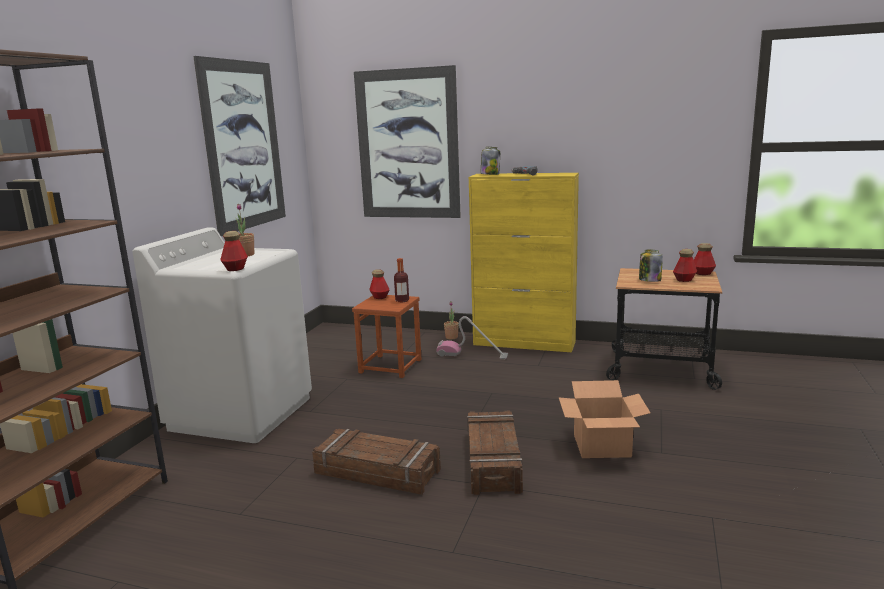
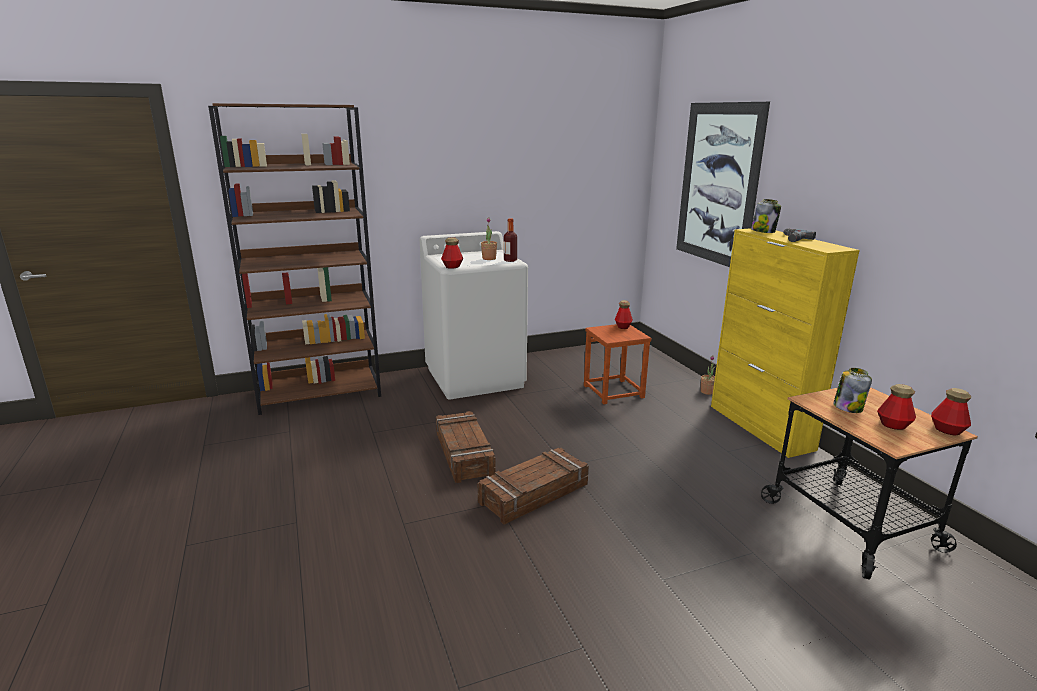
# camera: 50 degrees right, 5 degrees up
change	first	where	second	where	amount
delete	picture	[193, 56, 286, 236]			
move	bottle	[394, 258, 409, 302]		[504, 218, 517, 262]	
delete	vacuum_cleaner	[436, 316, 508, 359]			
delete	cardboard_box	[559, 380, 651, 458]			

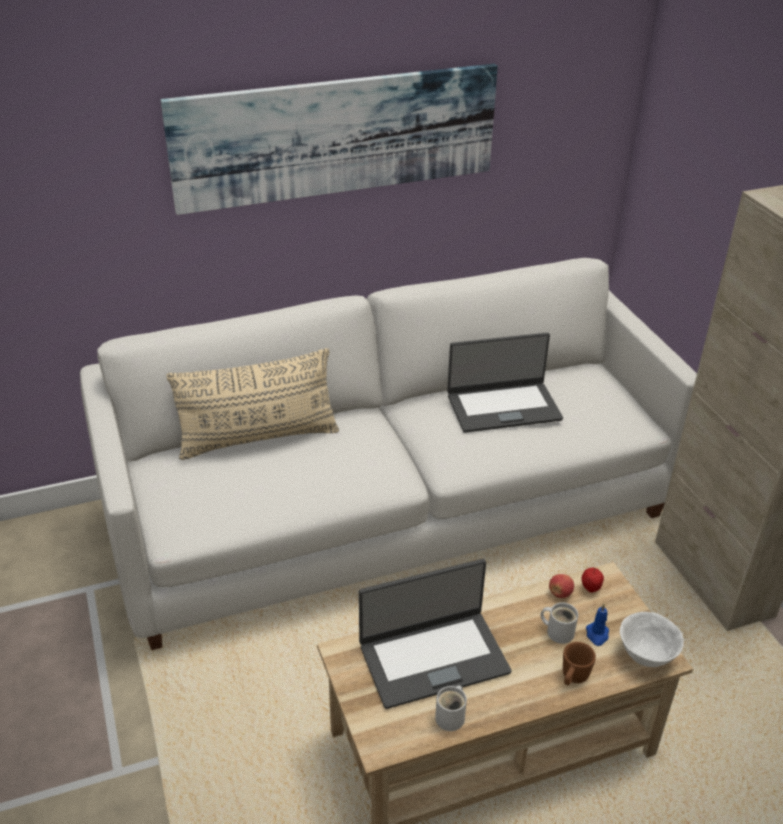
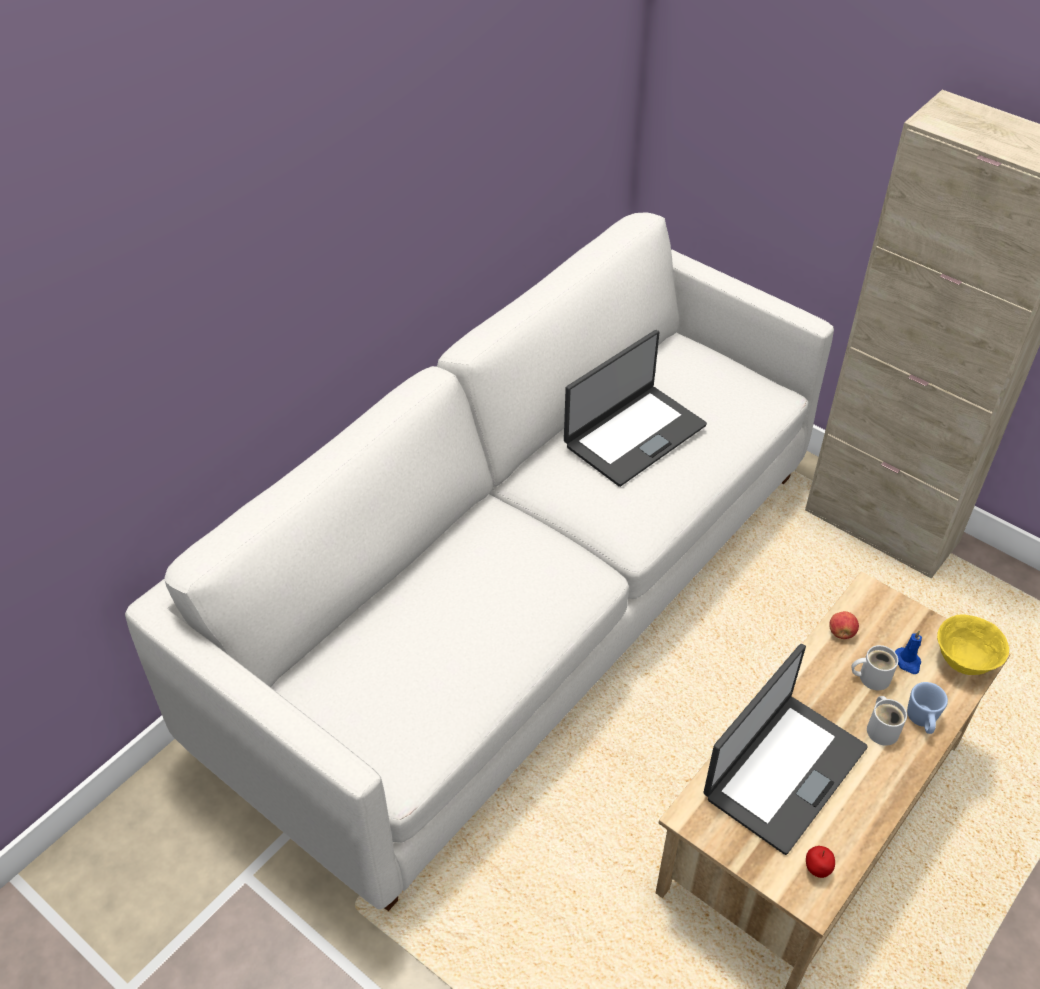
# camera: 30 degrees left, 10 degrees up
change	first	where	second	where	amount
delete	picture	[160, 64, 498, 215]			
delete	beige_pillow	[167, 348, 339, 460]			
move	white_mug	[435, 685, 467, 731]		[867, 696, 907, 746]	
recolor	brown_mug	[563, 642, 596, 685]	blue_mug	[907, 682, 948, 734]	
move	apple	[581, 568, 604, 592]		[806, 846, 835, 878]	
recolor	white_bowl	[620, 612, 684, 667]	yellow_bowl	[937, 614, 1009, 675]	

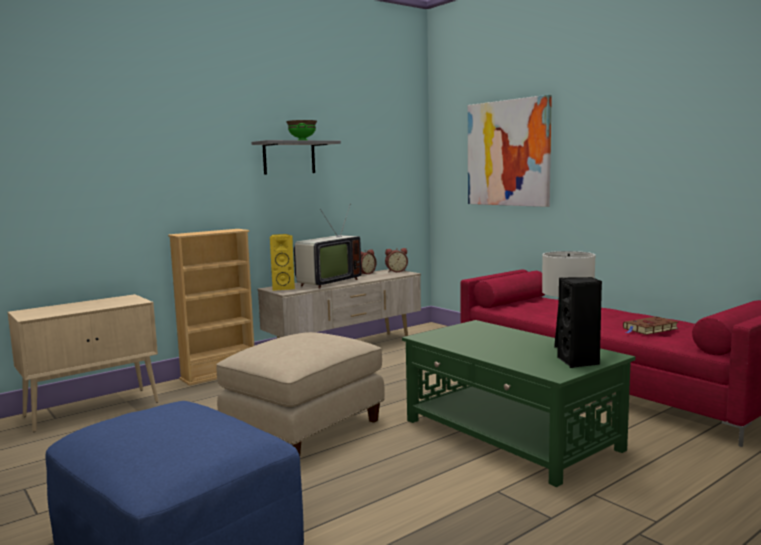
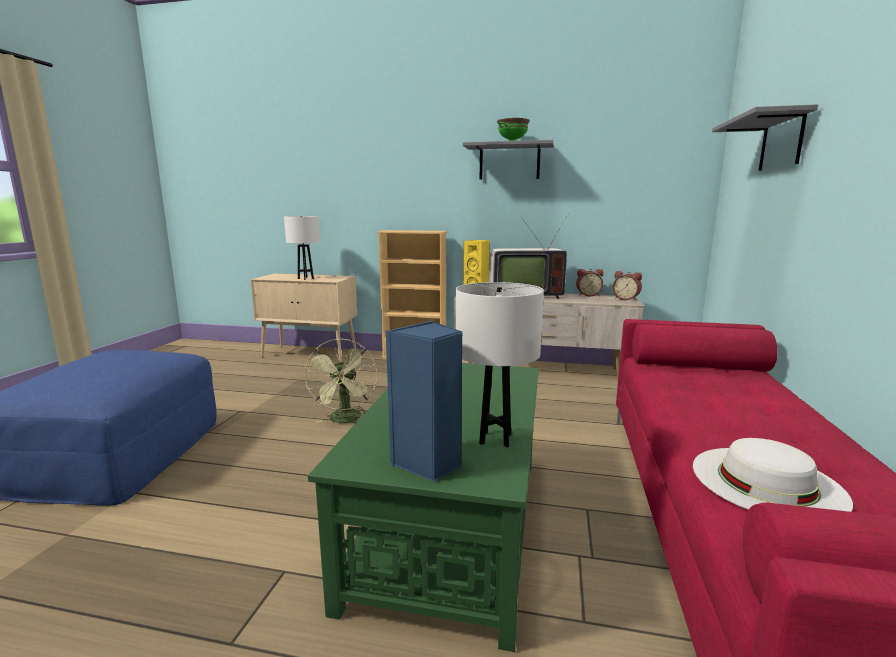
# camera: 50 degrees right, 5 degrees up
change	first	where	second	where	amount
replace	beige_ottoman	[216, 332, 384, 456]	green_fan	[304, 338, 378, 423]	
replace	picture	[468, 95, 552, 207]	grey_shelf	[712, 104, 818, 171]	
recolor	black_speaker	[557, 277, 602, 368]	blue_speaker	[386, 321, 463, 482]	
replace	brown_book	[623, 316, 678, 335]	white_hat	[693, 438, 853, 512]	
insert			white_table_lamp	[284, 216, 320, 280]	

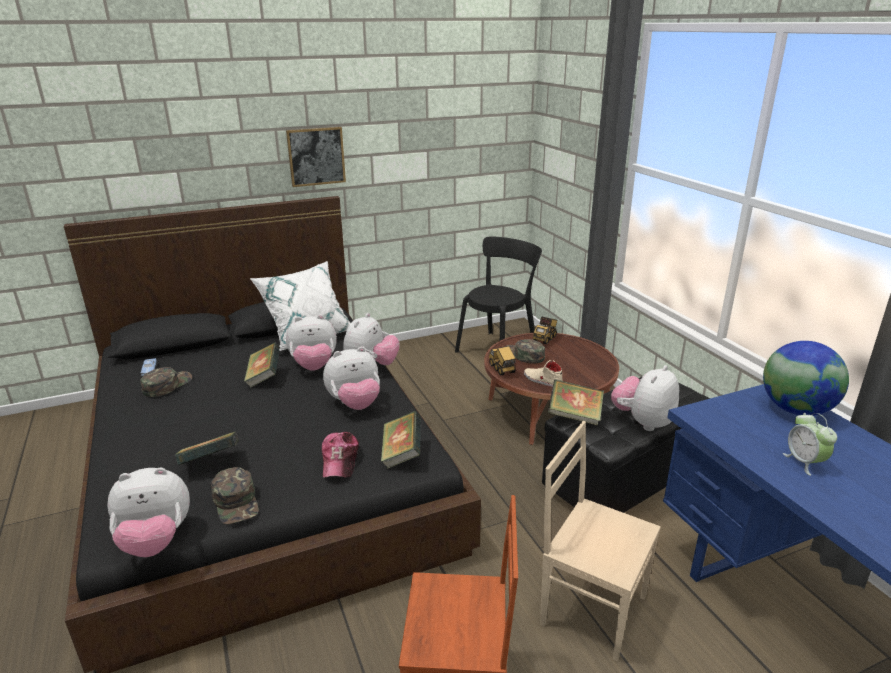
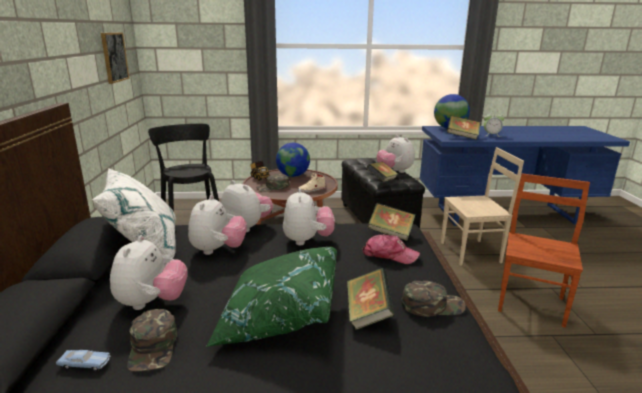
# camera: 70 degrees left, 5 degrees down
change	first	where	second	where	amount
move	plush_toy	[107, 468, 190, 557]		[110, 235, 188, 310]	
rotate	green_cap	[140, 367, 192, 397]		[127, 309, 177, 371]	150 degrees counterclockwise
move	book	[244, 343, 280, 388]		[447, 116, 480, 140]	
move	picture	[286, 127, 346, 187]		[101, 32, 130, 84]	
delete	toy_truck	[489, 346, 516, 375]			
rotate	beige_chair	[540, 421, 661, 661]		[441, 147, 524, 266]	150 degrees counterclockwise
insert			green_pillow	[206, 247, 337, 347]	
insert			globe	[276, 143, 310, 177]	

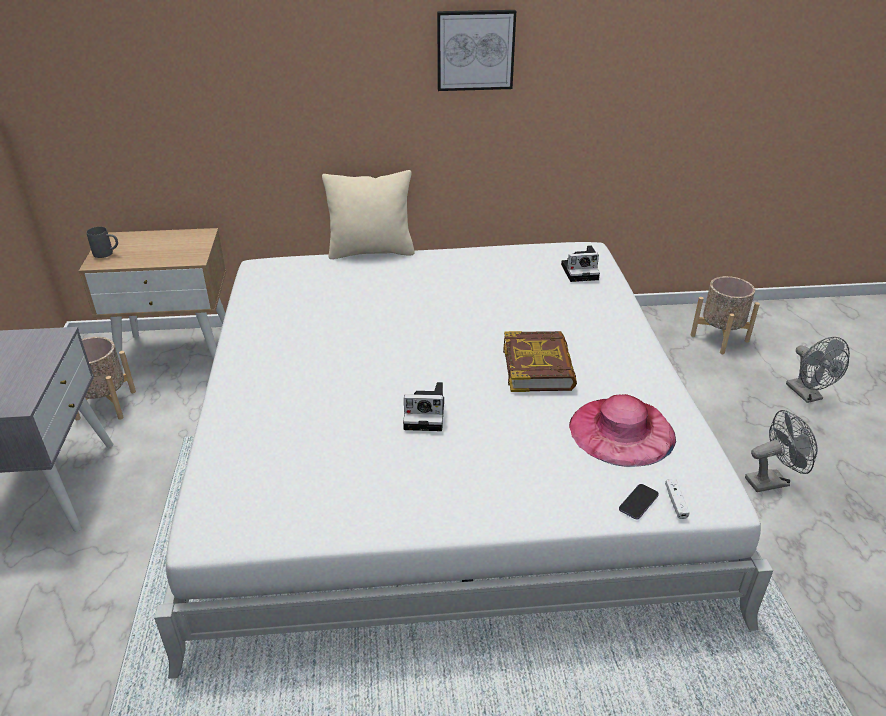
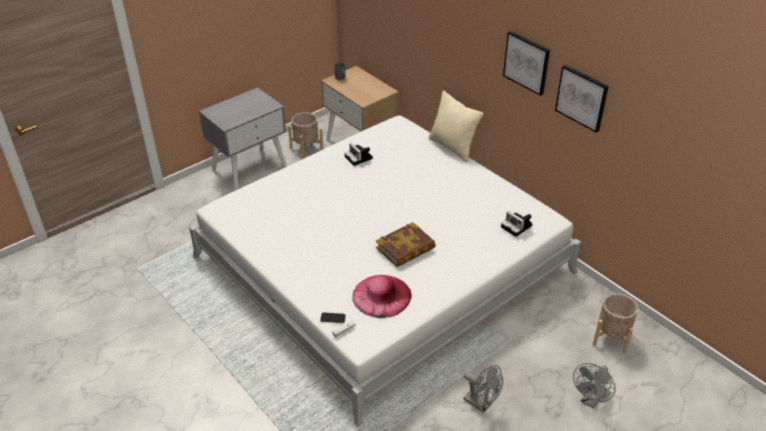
# camera: 55 degrees right, 5 degrees up
change	first	where	second	where	amount
move	photo_camera	[403, 382, 444, 431]		[345, 143, 373, 166]	
insert			picture	[555, 65, 609, 133]	

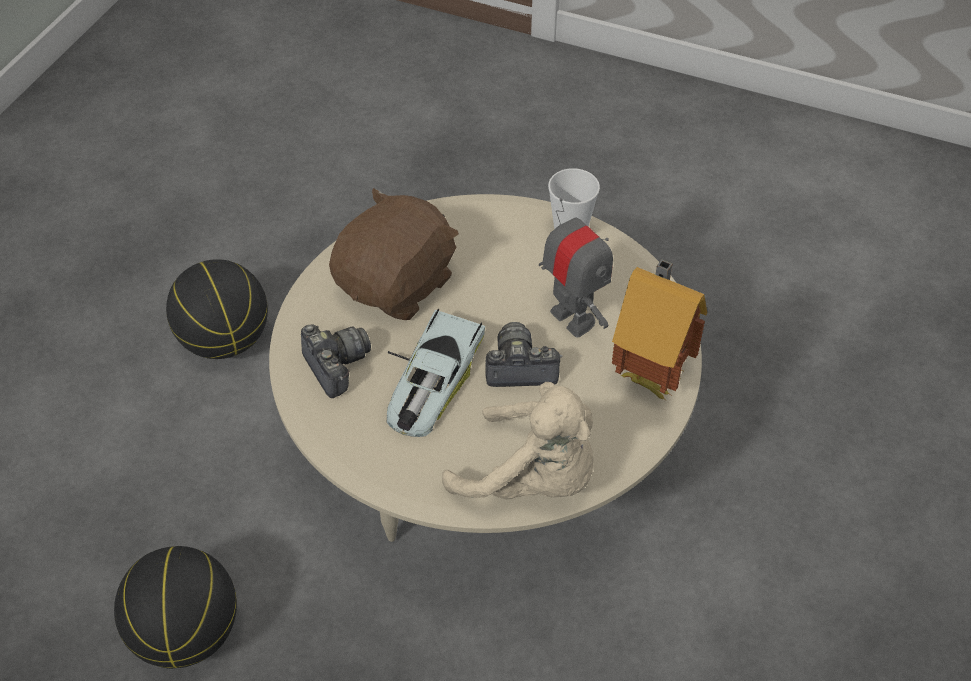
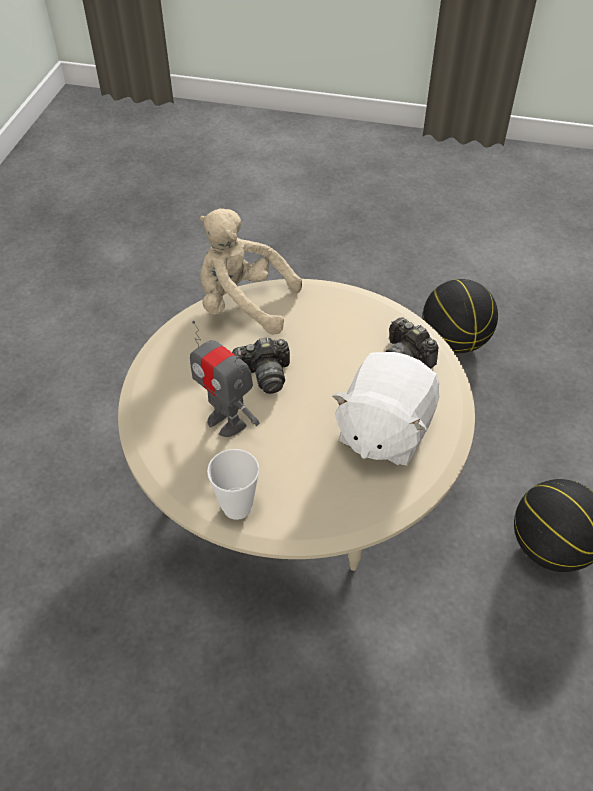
# camera: 170 degrees right, 0 degrees up
change	first	where	second	where	amount
recolor	brown_plush_toy	[329, 188, 459, 320]	white_plush_toy	[332, 352, 440, 466]	
delete	toy_car	[387, 309, 485, 437]			
delete	toy_house	[612, 259, 707, 401]			

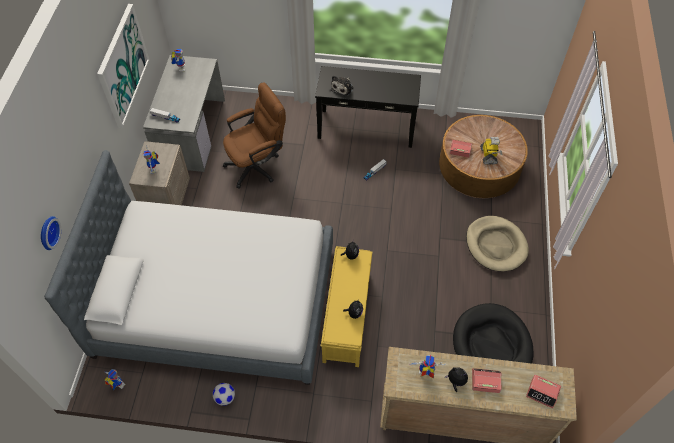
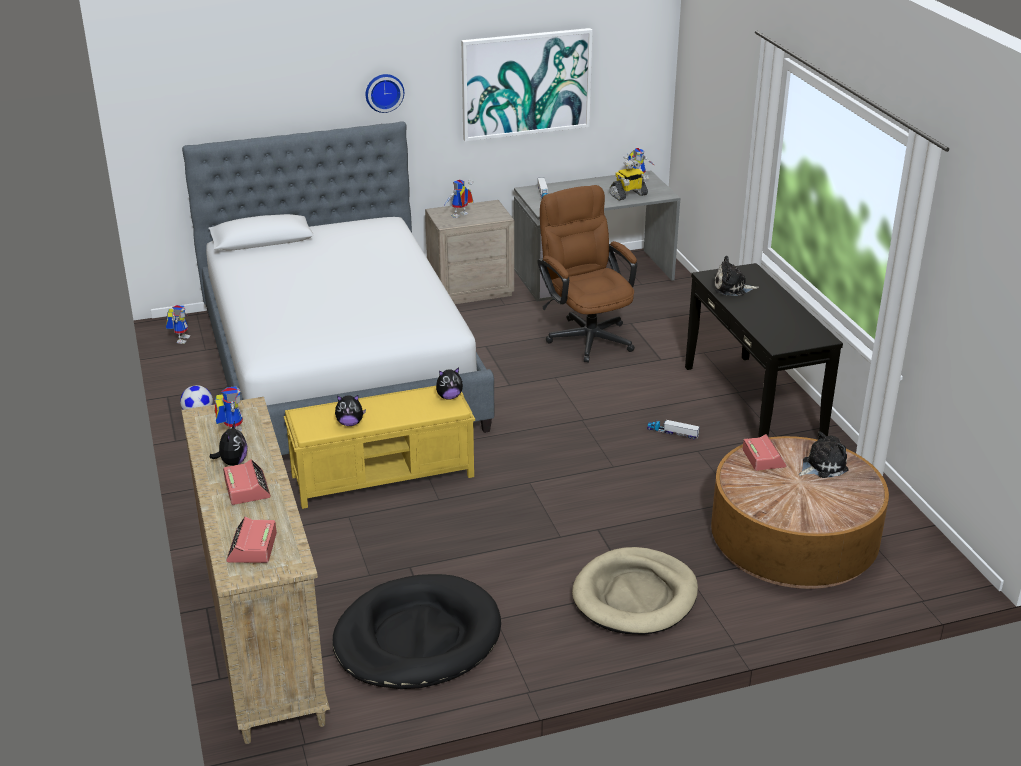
# camera: 65 degrees right, 25 degrees down
change	first	where	second	where	amount
move	wall_clock	[41, 216, 61, 250]		[366, 74, 404, 113]	
rotate	brown_office_chair	[223, 83, 286, 188]		[537, 185, 637, 363]	150 degrees counterclockwise
move	toy_robot	[480, 137, 502, 165]		[609, 159, 649, 200]	
insert			plush_toy	[799, 431, 849, 478]	

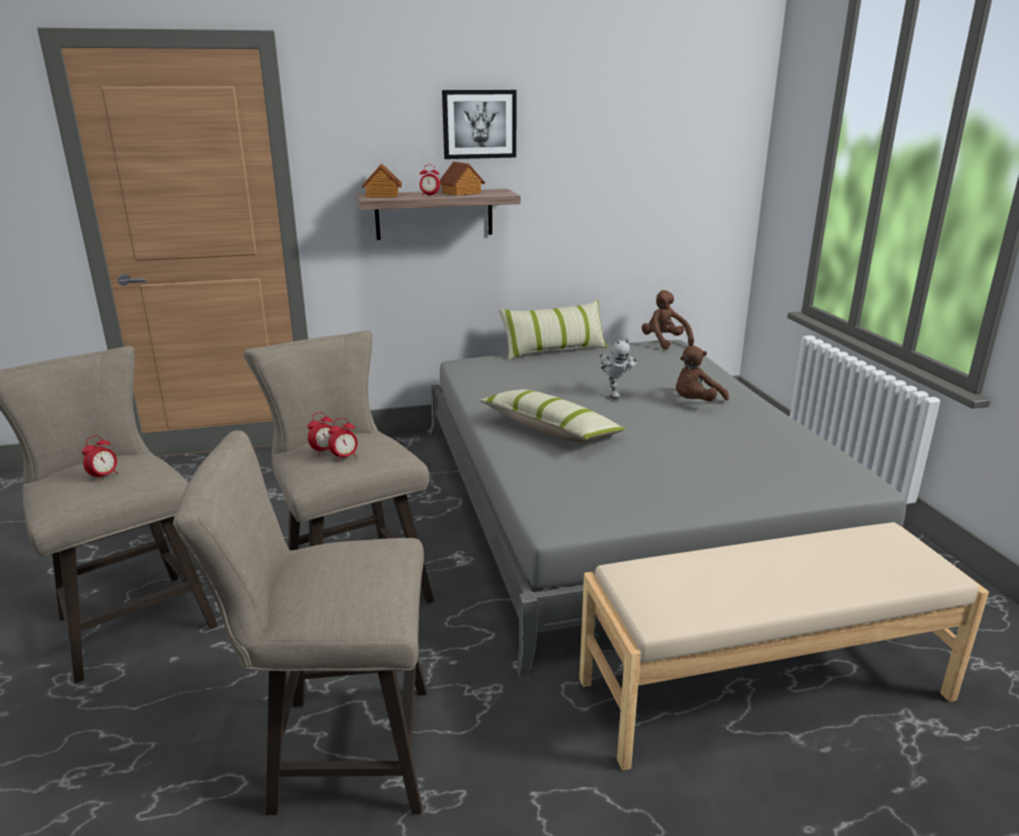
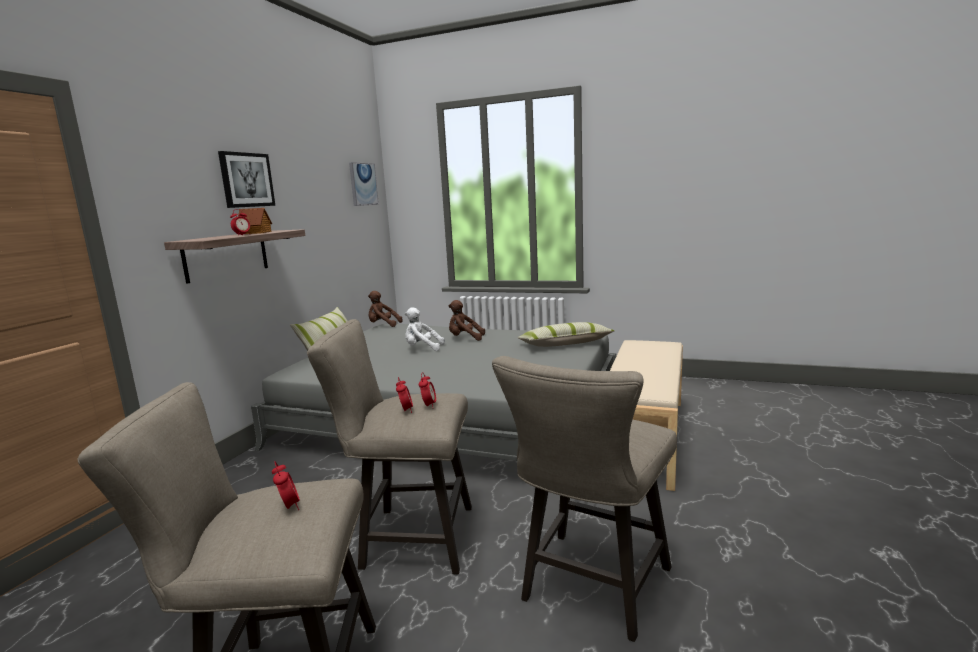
# camera: 55 degrees left, 10 degrees down
change	first	where	second	where	amount
delete	toy_house	[362, 163, 402, 198]			
move	pillow	[479, 389, 626, 443]		[518, 322, 614, 347]	
replace	toy_robot	[600, 339, 637, 400]	white_plush_toy	[405, 307, 445, 351]	
rotate	brown_plush_toy	[676, 346, 729, 401]		[448, 300, 485, 341]	105 degrees clockwise
insert			picture	[349, 162, 379, 206]	

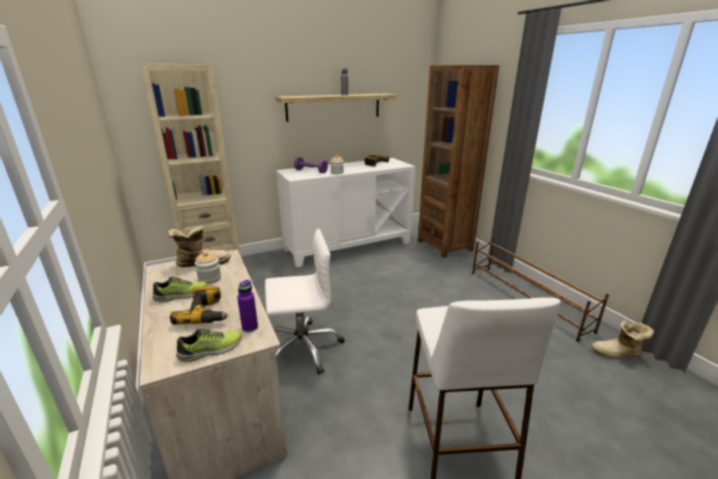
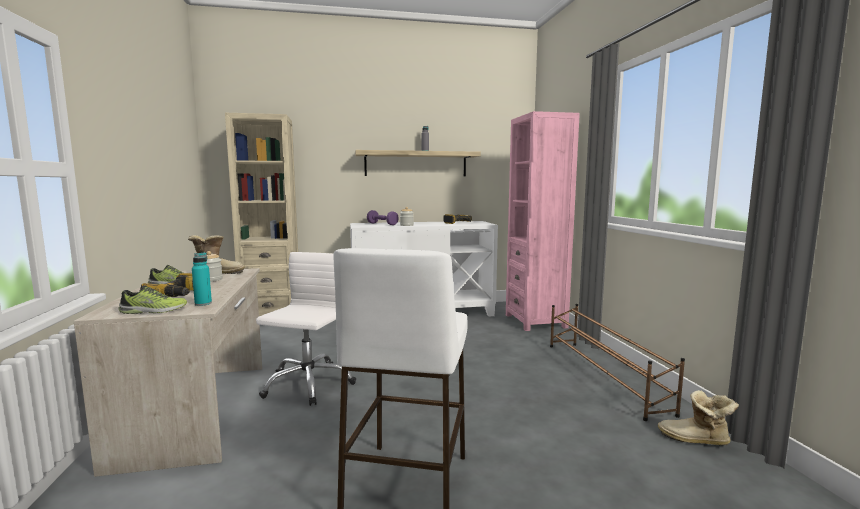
# camera: 15 degrees right, 15 degrees down
change	first	where	second	where	amount
recolor	purple_bottle	[237, 280, 258, 332]	turquoise_bottle	[192, 252, 212, 306]	
rotate	white_office_chair	[265, 229, 344, 375]		[256, 252, 356, 406]	75 degrees counterclockwise
recolor	brown_bookcase	[418, 65, 499, 258]	pink_bookcase	[506, 111, 580, 331]	

